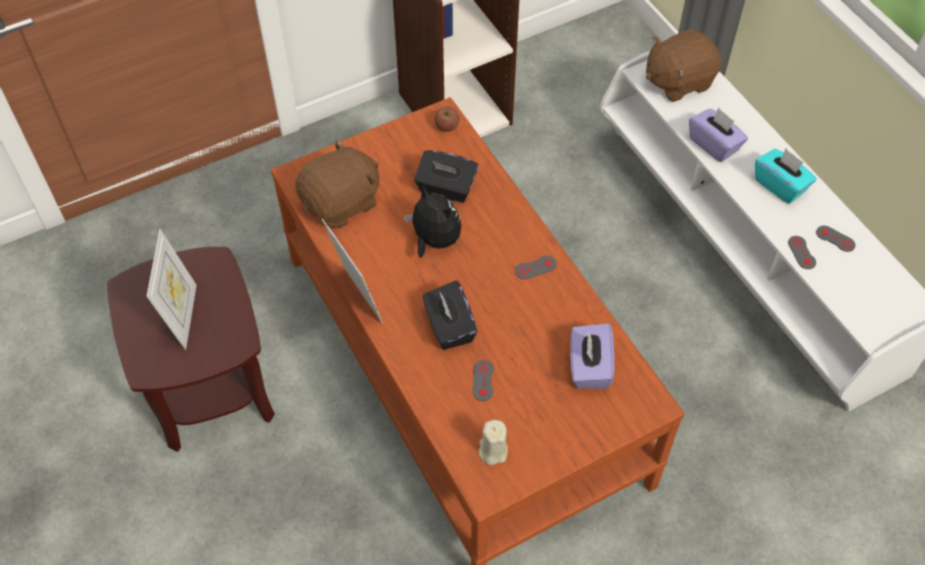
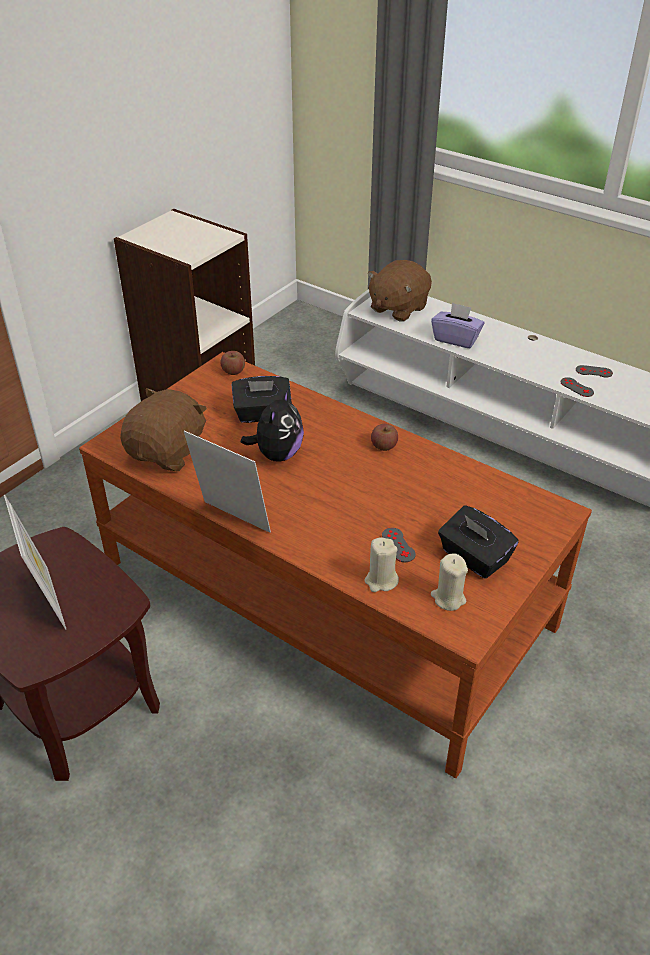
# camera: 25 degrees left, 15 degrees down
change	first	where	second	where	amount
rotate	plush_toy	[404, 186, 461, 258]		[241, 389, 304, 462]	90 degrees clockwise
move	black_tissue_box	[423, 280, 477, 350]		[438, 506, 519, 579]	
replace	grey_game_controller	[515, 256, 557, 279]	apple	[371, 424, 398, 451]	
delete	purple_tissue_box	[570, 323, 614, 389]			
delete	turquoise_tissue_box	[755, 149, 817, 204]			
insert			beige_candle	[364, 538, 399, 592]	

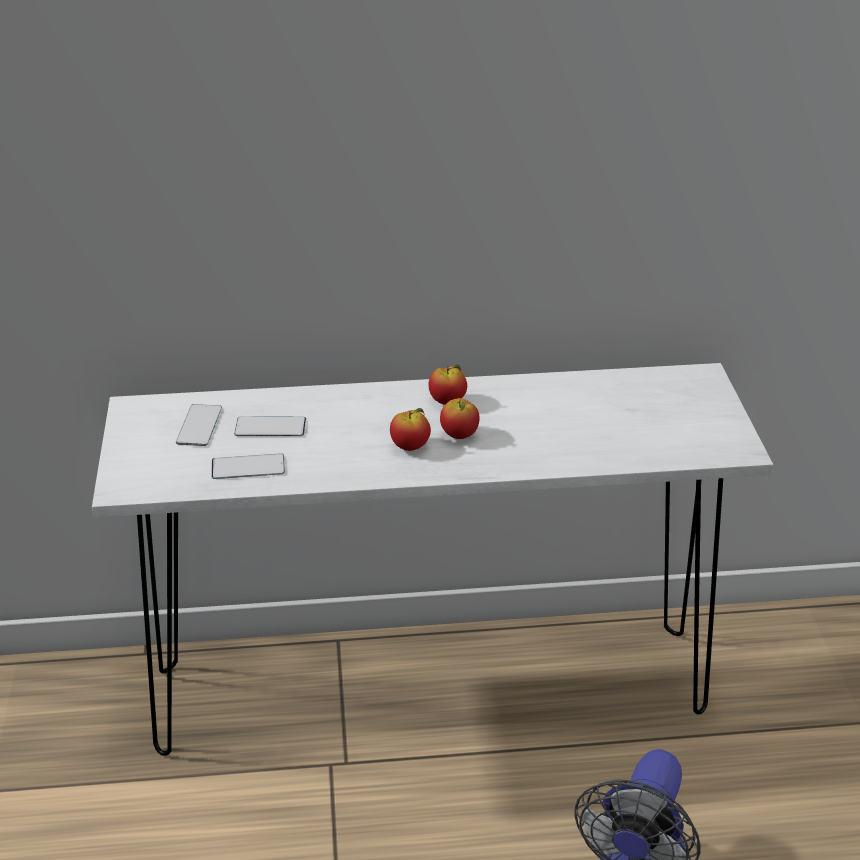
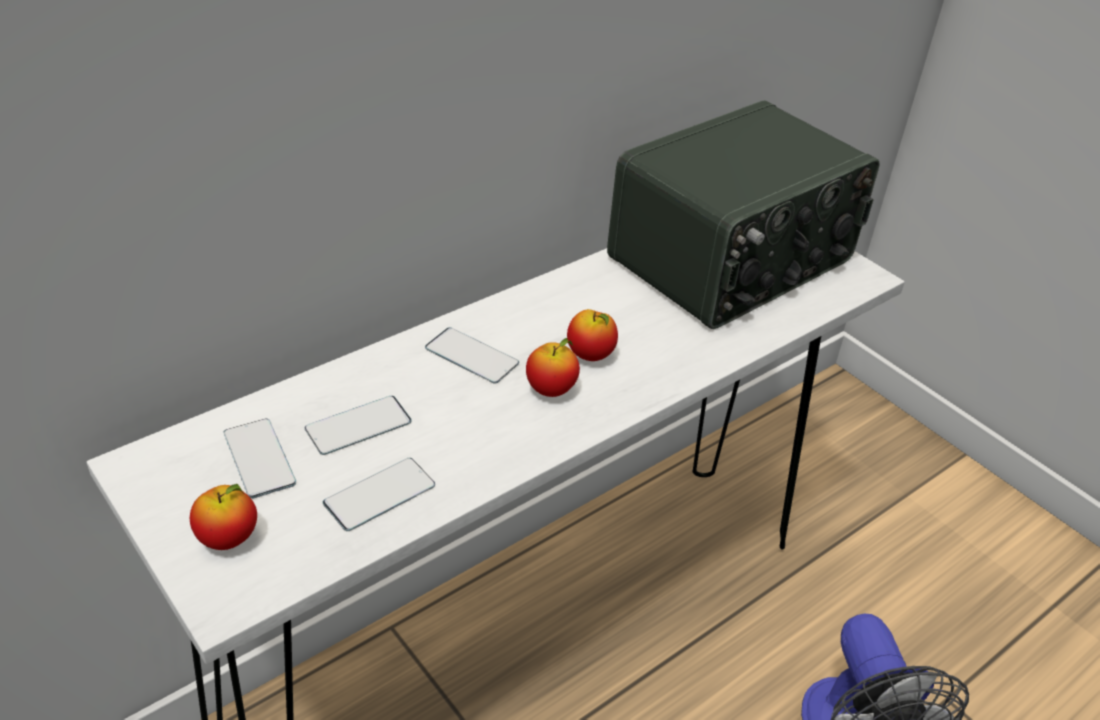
# camera: 35 degrees left, 5 degrees up
change	first	where	second	where	amount
move	apple	[429, 365, 467, 405]		[190, 484, 257, 550]	
insert			phone	[425, 327, 519, 384]	
insert			radio	[607, 100, 880, 329]	

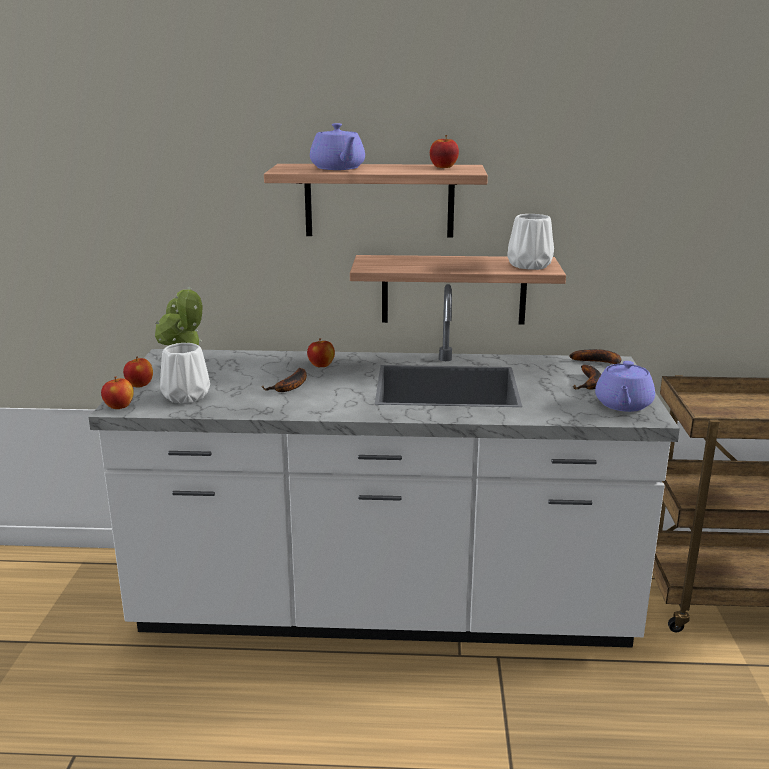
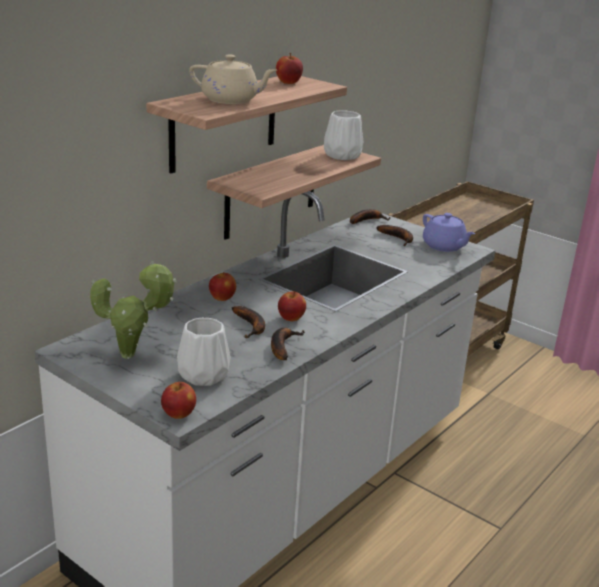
# camera: 55 degrees left, 5 degrees up
change	first	where	second	where	amount
move	apple	[123, 356, 153, 387]		[278, 291, 306, 321]	
recolor	purple_teapot	[310, 123, 365, 170]	beige_teapot	[189, 55, 277, 104]	
insert			banana	[271, 328, 304, 360]	

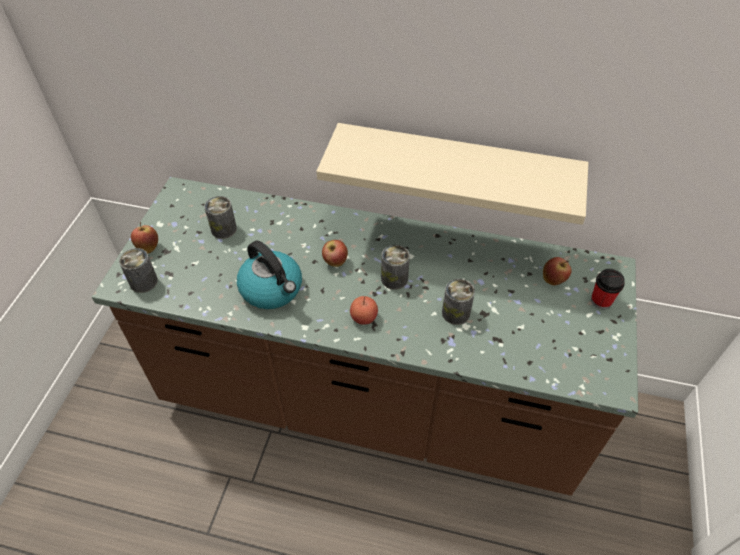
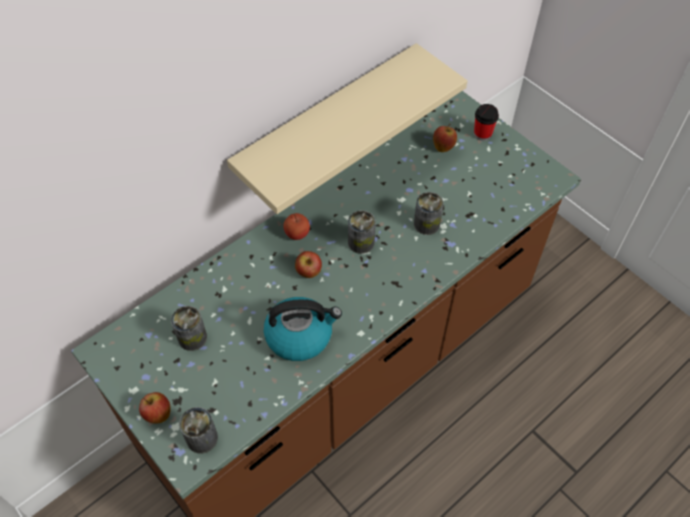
# camera: 55 degrees left, 5 degrees up
change	first	where	second	where	amount
move	apple	[350, 296, 378, 325]		[283, 213, 310, 240]	

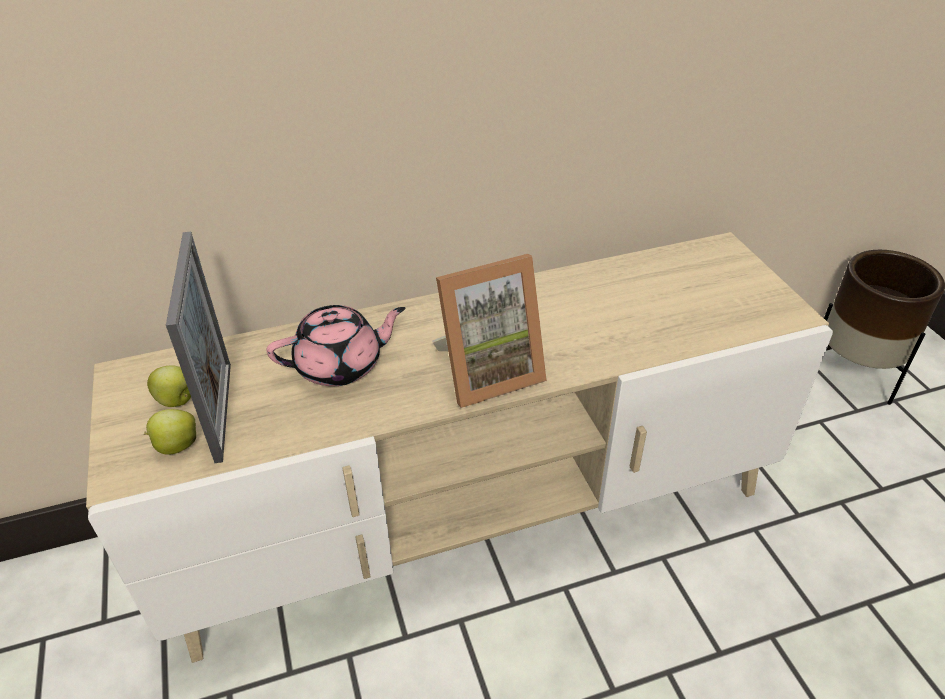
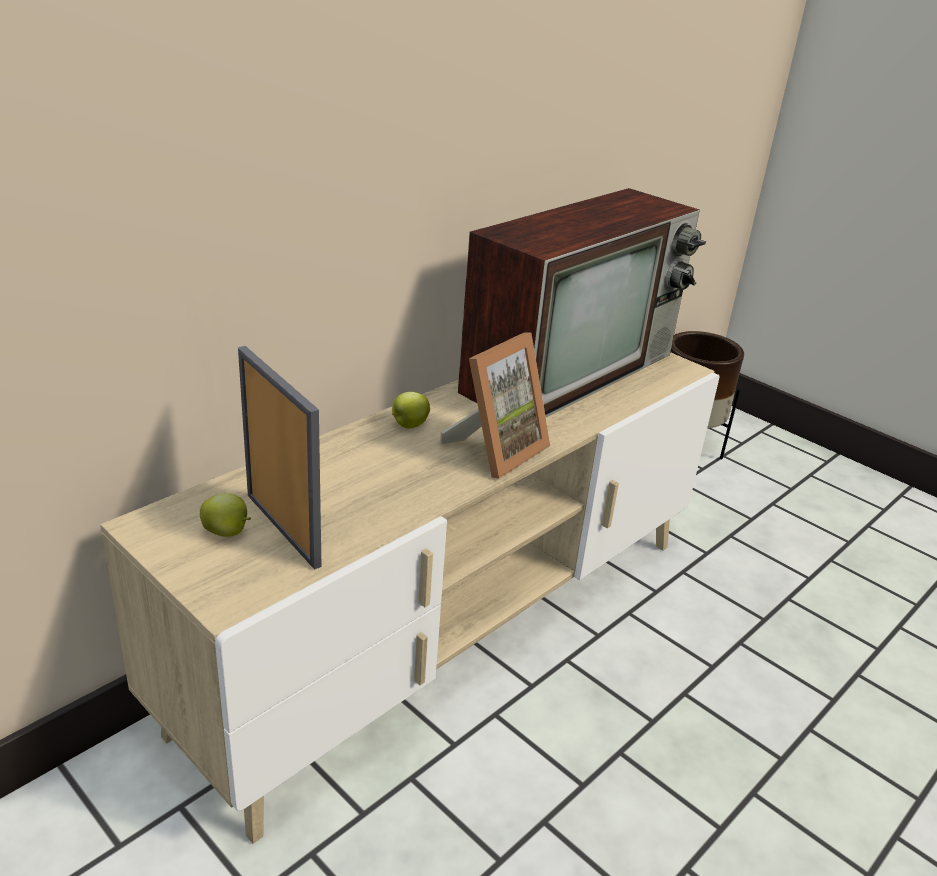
# camera: 30 degrees left, 10 degrees down
change	first	where	second	where	amount
move	apple	[144, 409, 196, 454]		[392, 392, 430, 428]	
delete	pink_teapot	[266, 305, 406, 386]			
insert			television	[458, 188, 706, 417]	

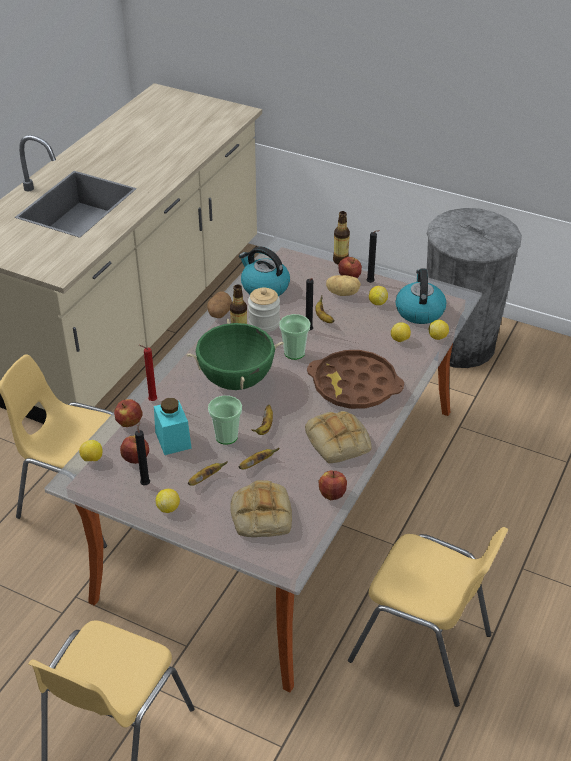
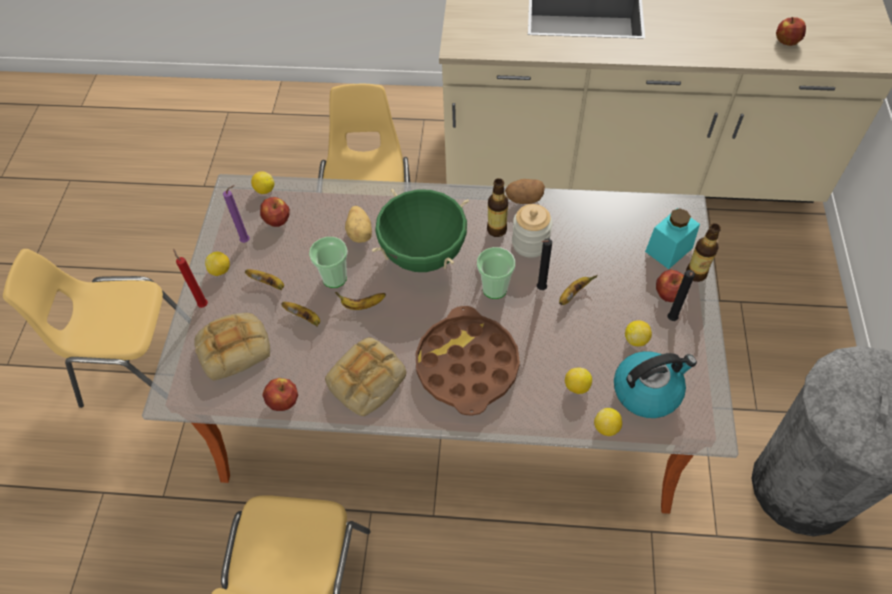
# camera: 70 degrees right, 15 degrees up
change	first	where	second	where	amount
move	apple	[114, 399, 142, 427]		[776, 17, 806, 46]	
recolor	black_candle	[135, 421, 150, 485]	purple_candle	[223, 185, 250, 243]	
move	red_candle	[139, 345, 158, 401]		[173, 249, 208, 308]	
move	turquoise_jar	[154, 398, 192, 455]		[645, 208, 700, 269]	
delete	kettle	[239, 246, 290, 296]			
move	potato	[326, 275, 361, 296]		[345, 206, 372, 243]	

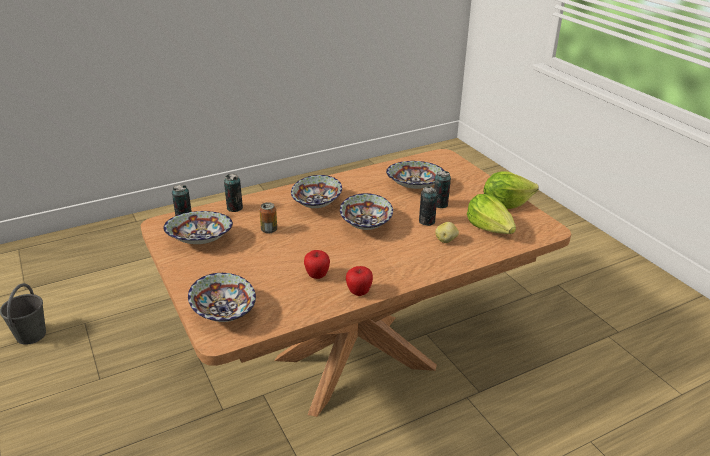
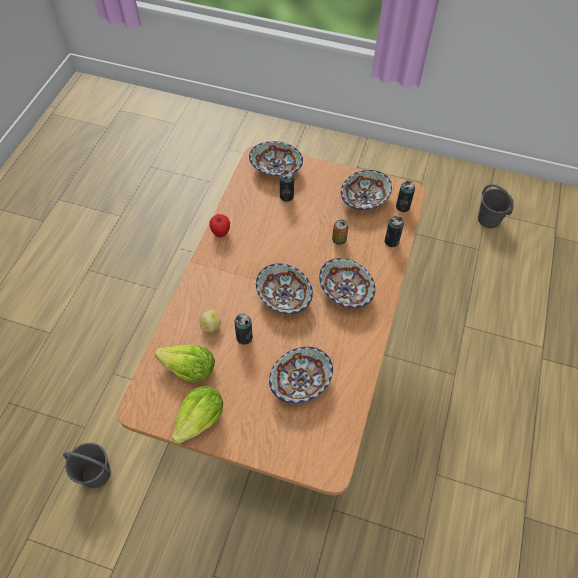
# camera: 135 degrees right, 25 degrees up
change	first	where	second	where	amount
delete	apple	[304, 250, 330, 279]			
move	can	[434, 171, 451, 208]		[280, 170, 294, 202]	
insert			grey_bucket	[63, 443, 111, 488]	

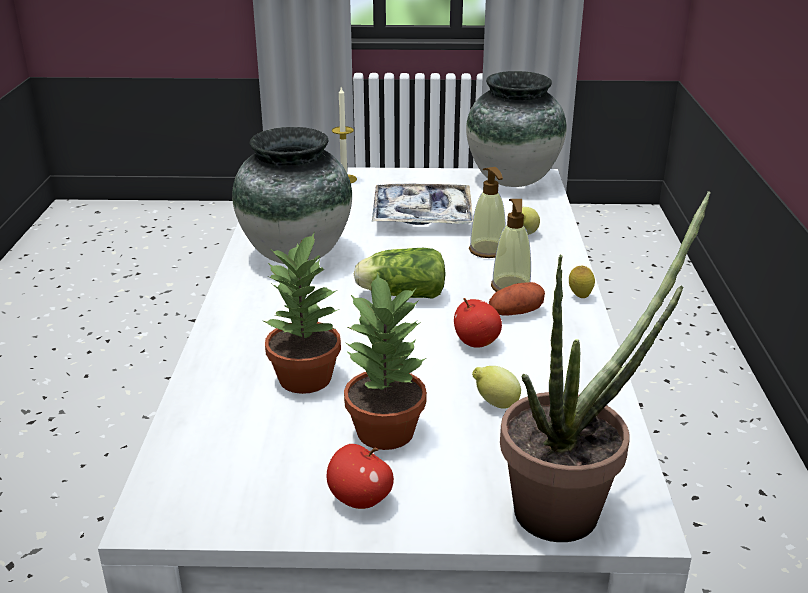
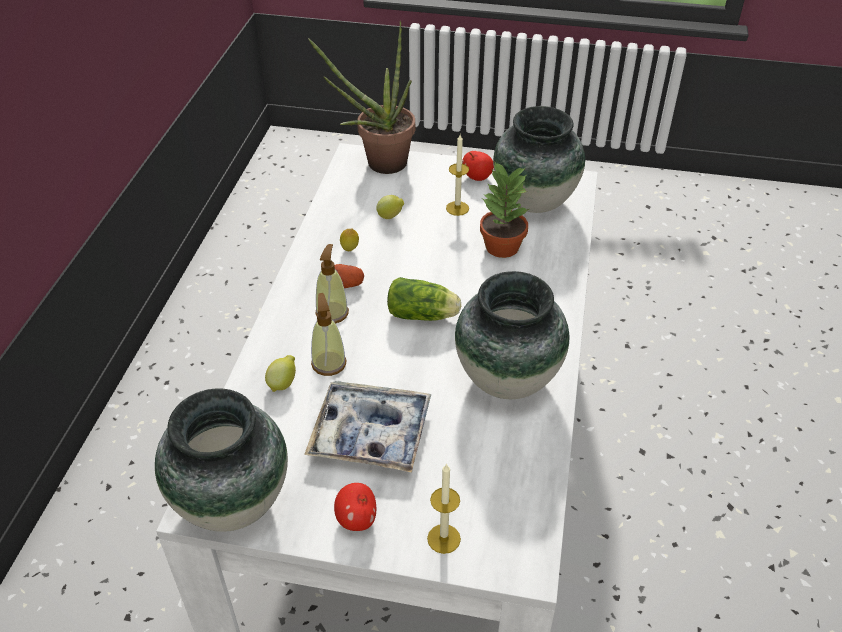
# camera: 170 degrees left, 15 degrees up
change	first	where	second	where	amount
replace	potted_plant	[344, 273, 427, 450]	candle	[446, 135, 469, 216]	
move	apple	[454, 298, 502, 348]		[334, 483, 376, 531]	
move	lemon	[569, 266, 595, 298]		[340, 229, 359, 251]	
insert			vase	[493, 106, 585, 213]	

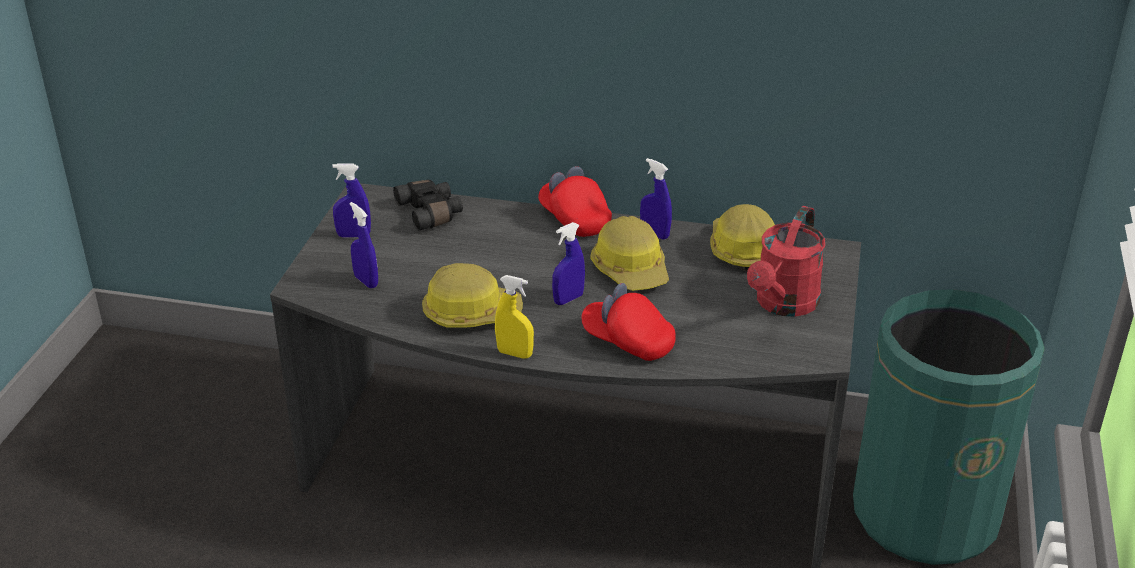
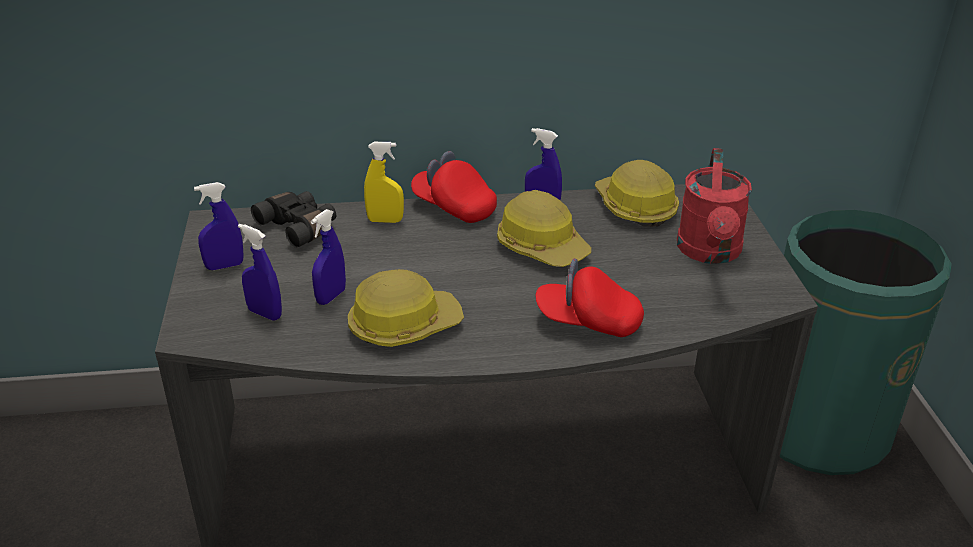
# camera: 20 degrees left, 0 degrees up
change	first	where	second	where	amount
move	yellow_spray_bottle	[495, 275, 534, 359]		[364, 142, 404, 223]	
move	blue_spray_bottle	[552, 222, 585, 305]		[311, 209, 346, 305]	

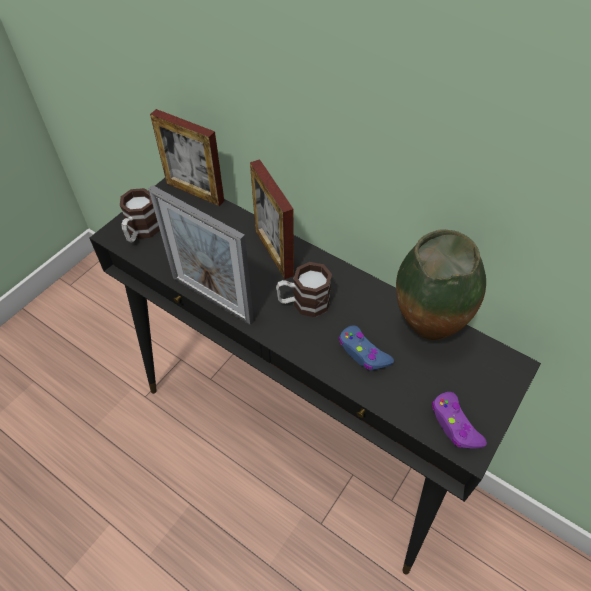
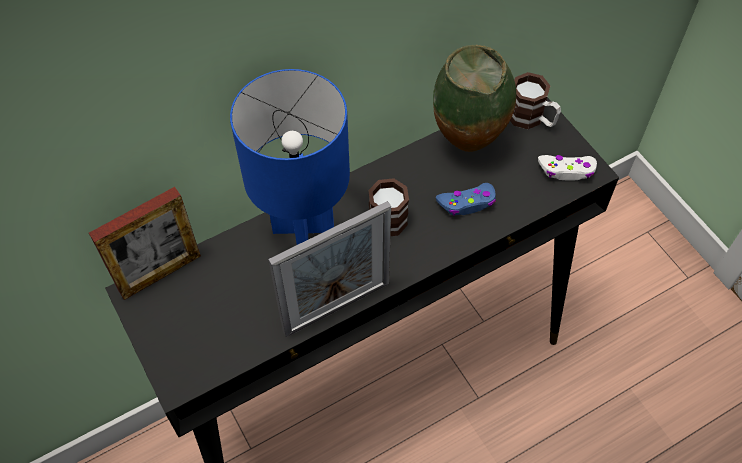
# camera: 65 degrees left, 5 degrees up
change	first	where	second	where	amount
move	mug	[120, 188, 160, 243]		[510, 72, 561, 129]	
replace	picture_frame	[250, 159, 294, 279]	blue_table_lamp	[230, 69, 350, 245]	
recolor	purple_game_controller	[432, 392, 487, 448]	white_game_controller	[538, 155, 597, 181]	

